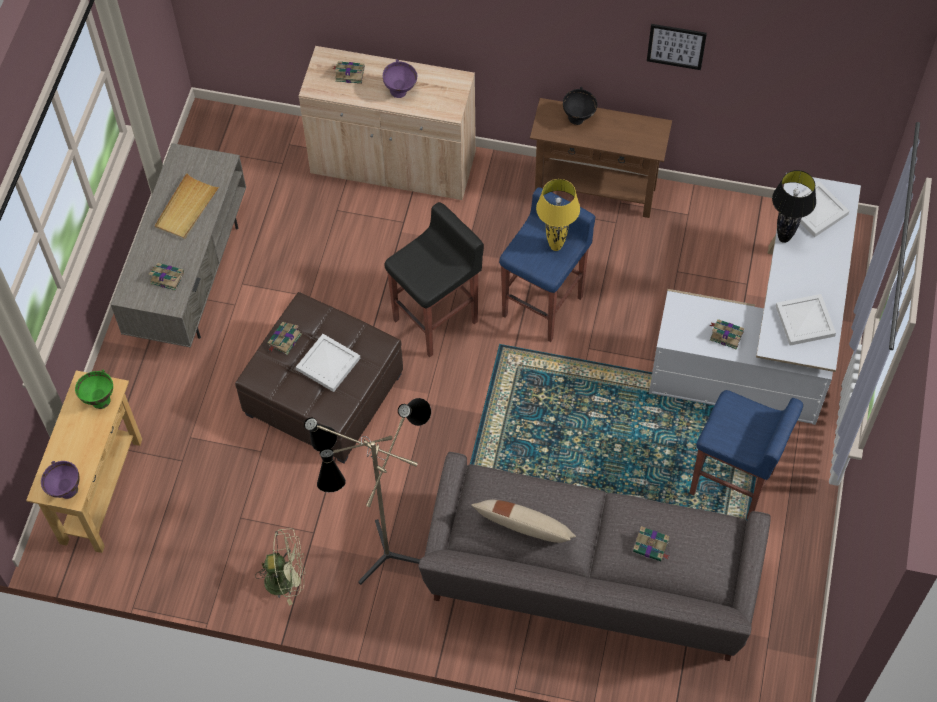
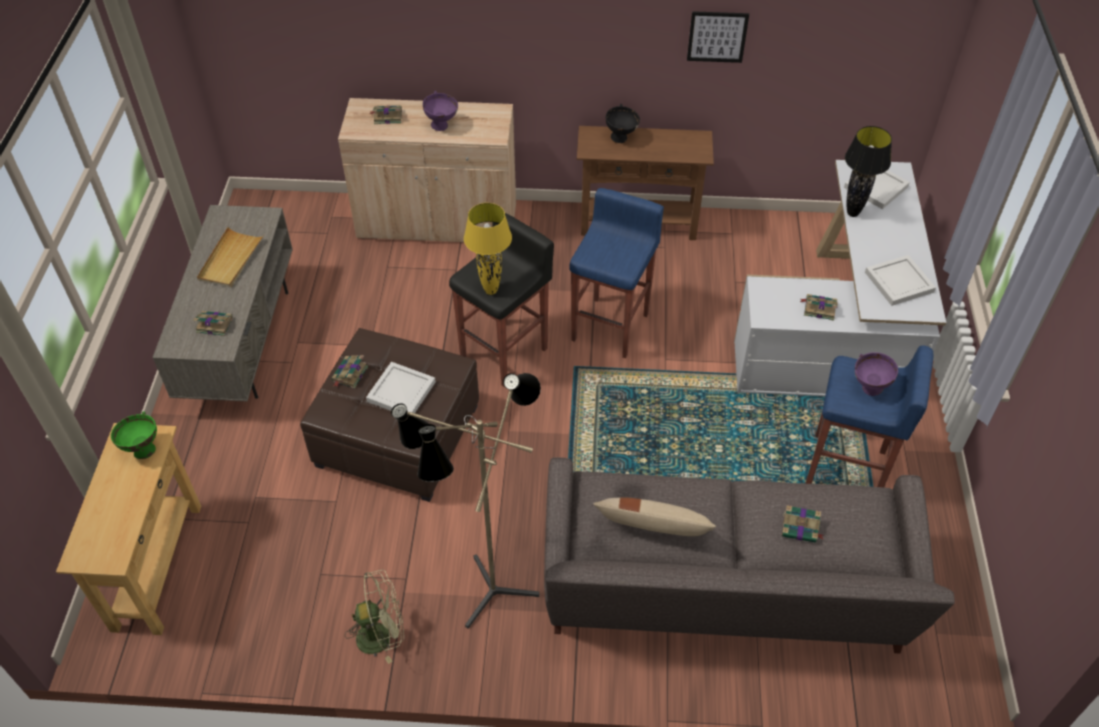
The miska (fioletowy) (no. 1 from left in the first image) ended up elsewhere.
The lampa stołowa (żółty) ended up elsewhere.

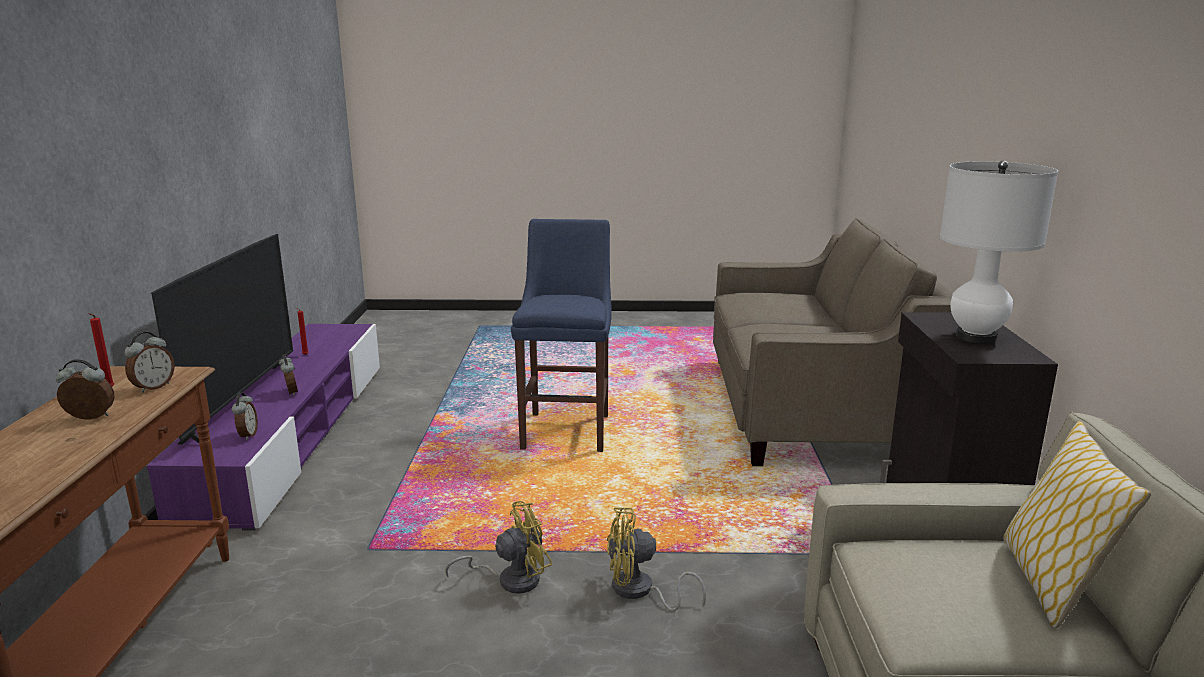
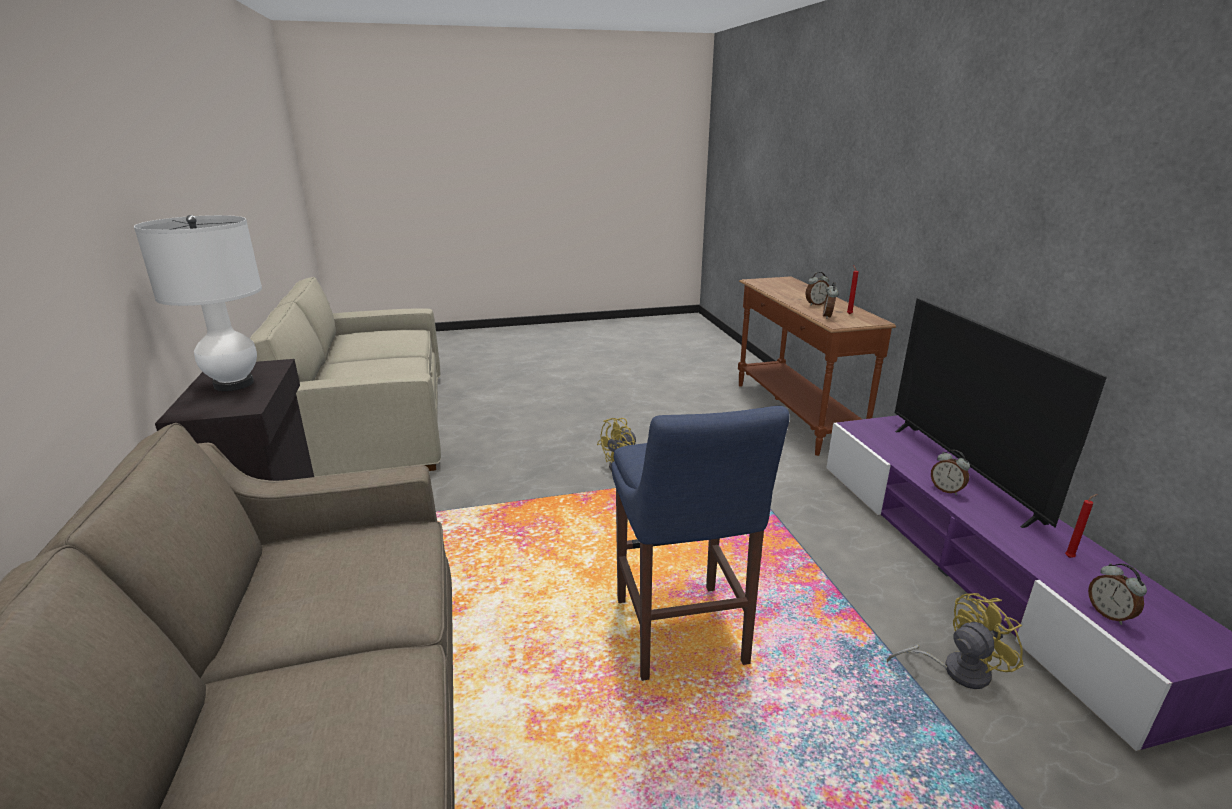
The second view lost the poduszka.
The budzik (no. 3 from left in the first image) ended up elsewhere.
The wentylator (żółty) (no. 2 from left) ended up elsewhere.

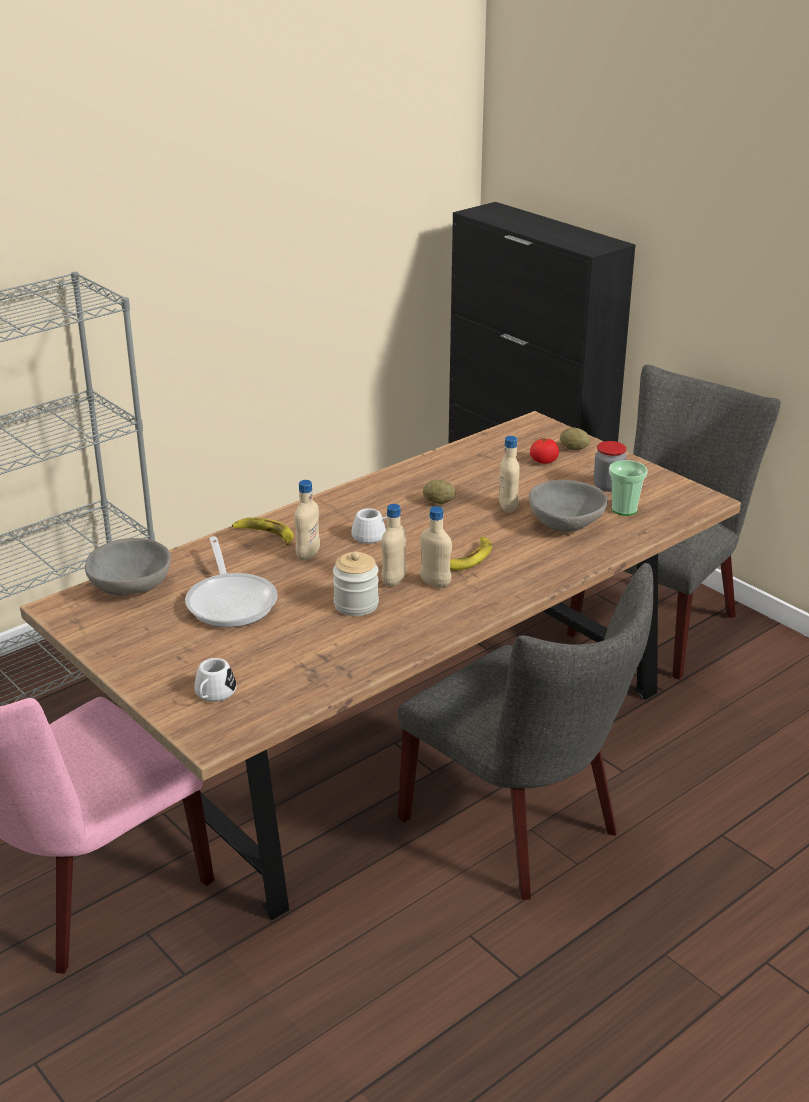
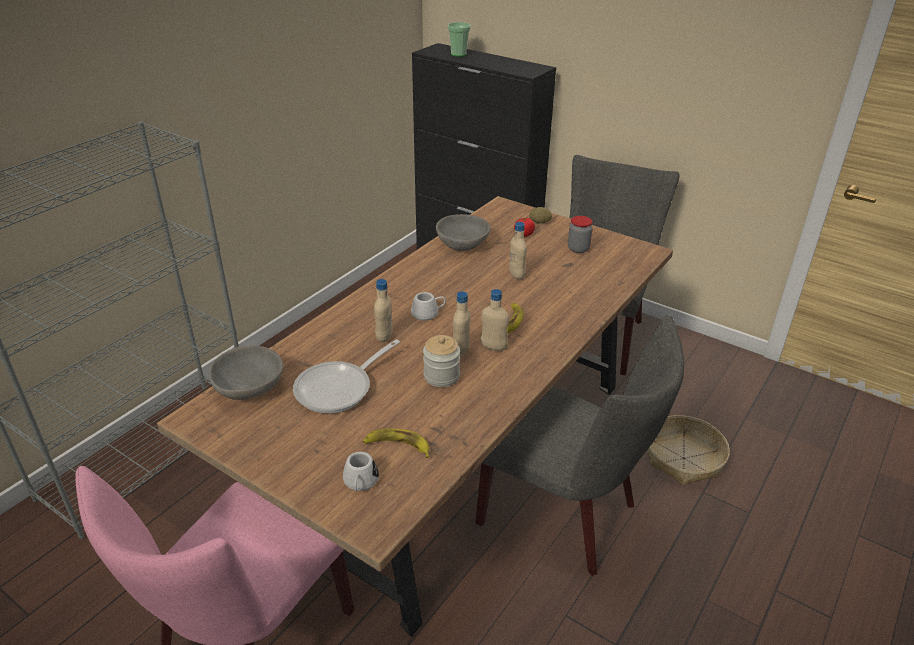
The second view lost the ziemniak (no. 1 from left).
The second view gained the koszyk.
The banan (no. 1 from left) ended up elsewhere.
The miska (szary) (no. 2 from left) ended up elsewhere.
The filiżanka ended up elsewhere.
The patelnia ended up facing another way, 75 degrees clockwise from before.

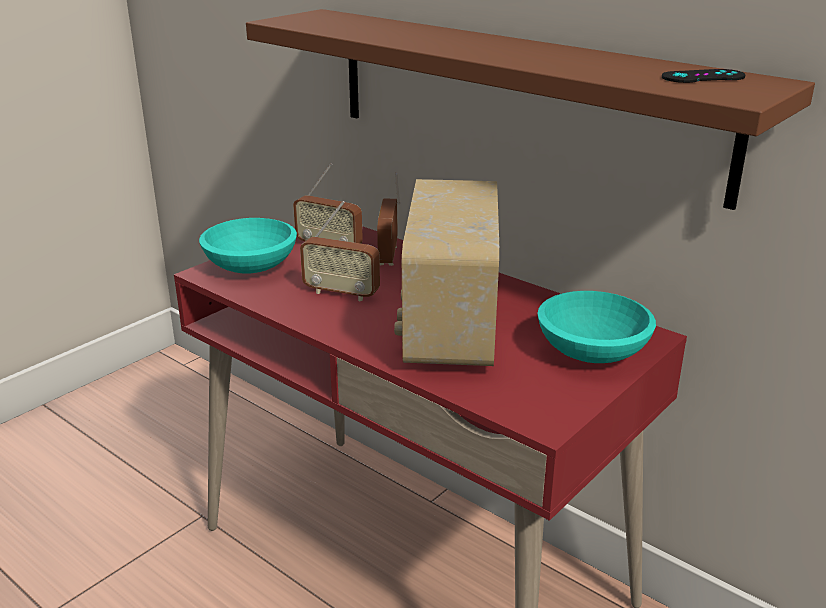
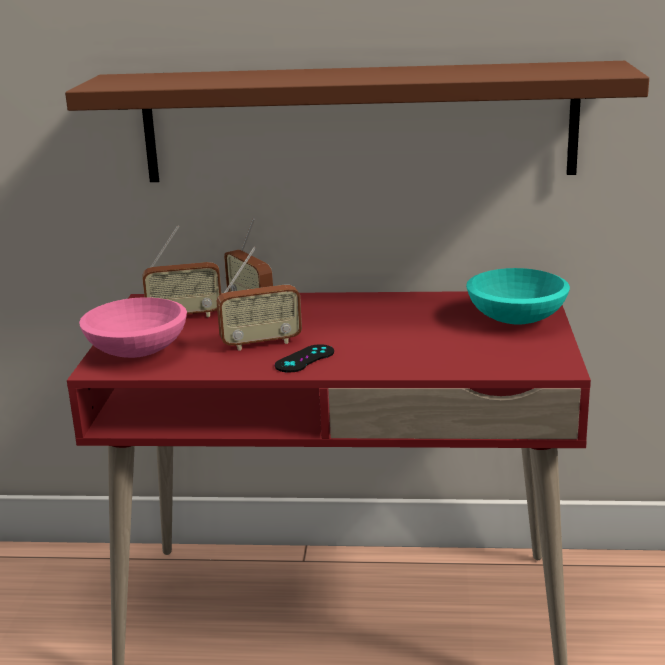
The second view lost the radio (no. 4 from left).
The pad do gier (czarny) ended up elsewhere.
What was the miska (turkusowy) (no. 1 from left) turned into the miska (różowy).

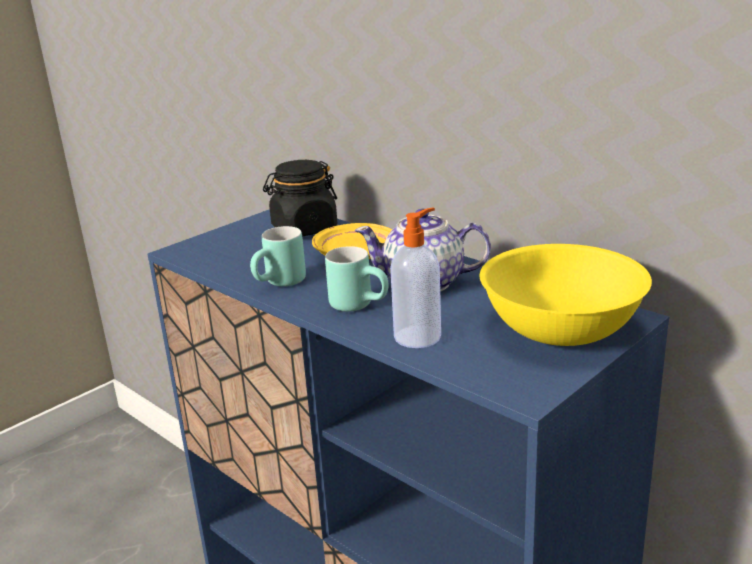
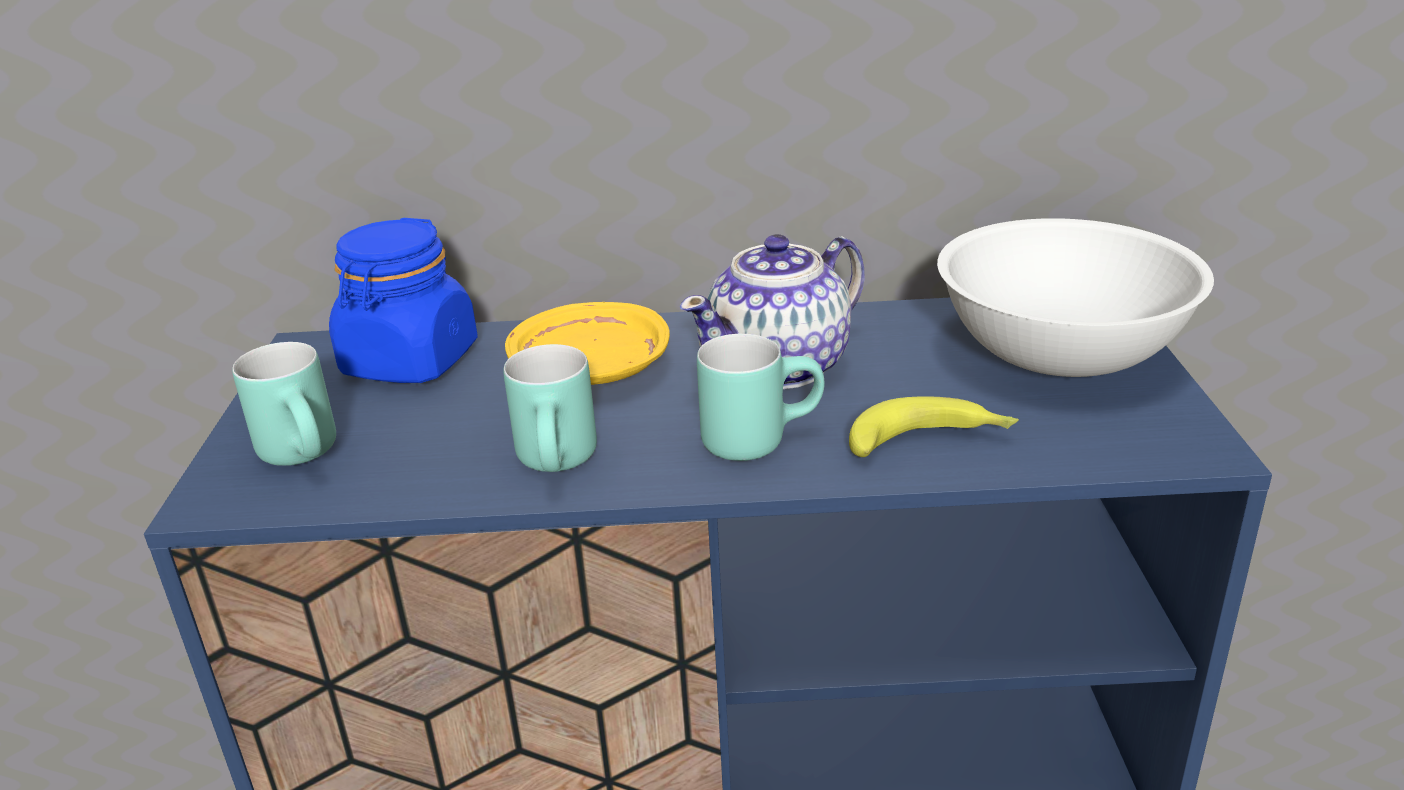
The second view gained the kubek (turkusowy) (no. 1 from left).
Where the dozownik mydła stood, the banan came to stand.
What was the słoik (czarny) turned into the słoik (niebieski).
What was the miska (żółty) turned into the miska (biały).

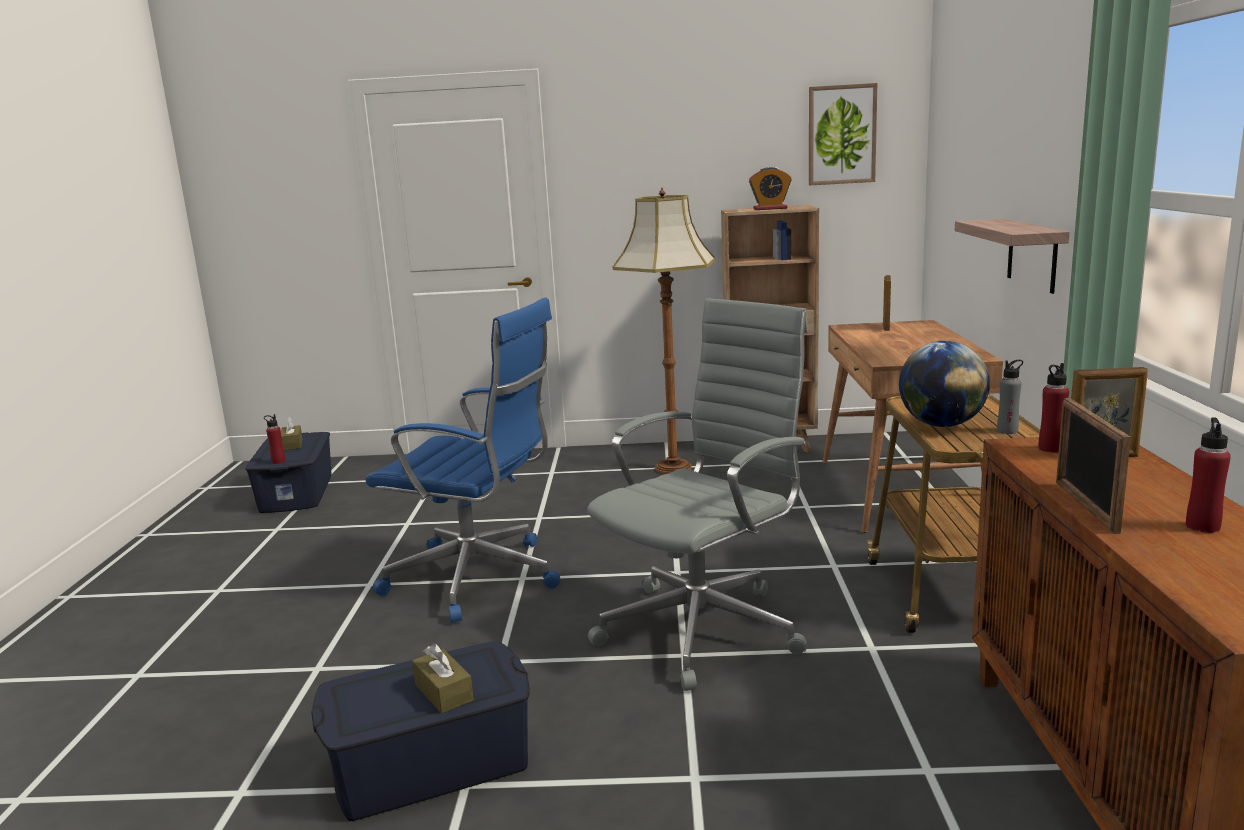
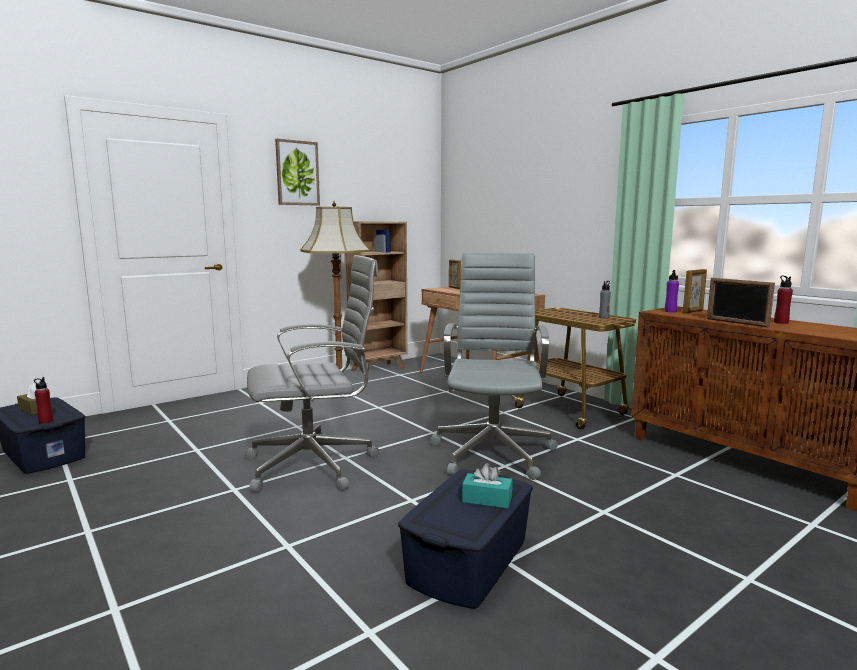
The second view lost the budzik.
The second view lost the globus.
The second view lost the półka.
The obraz ended up elsewhere.
What was the krzesło biurowe (niebieski) turned into the krzesło biurowe (szary) (no. 1 from left).
What was the pudełko chusteczek (brązowy) (no. 2 from left) turned into the pudełko chusteczek (turkusowy).
What was the butelka (czerwony) (no. 2 from left) turned into the butelka (fioletowy).

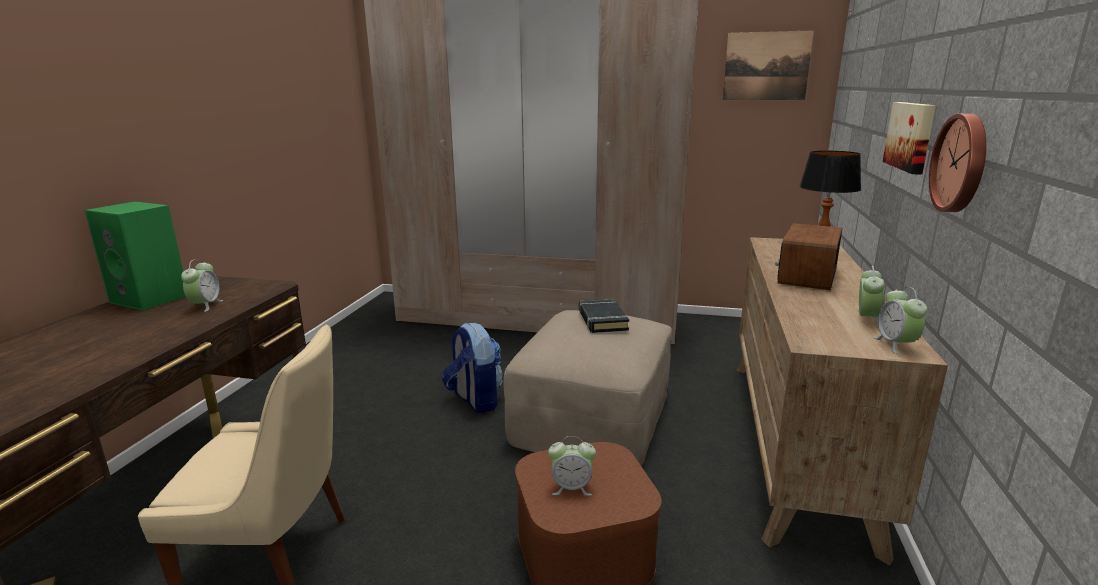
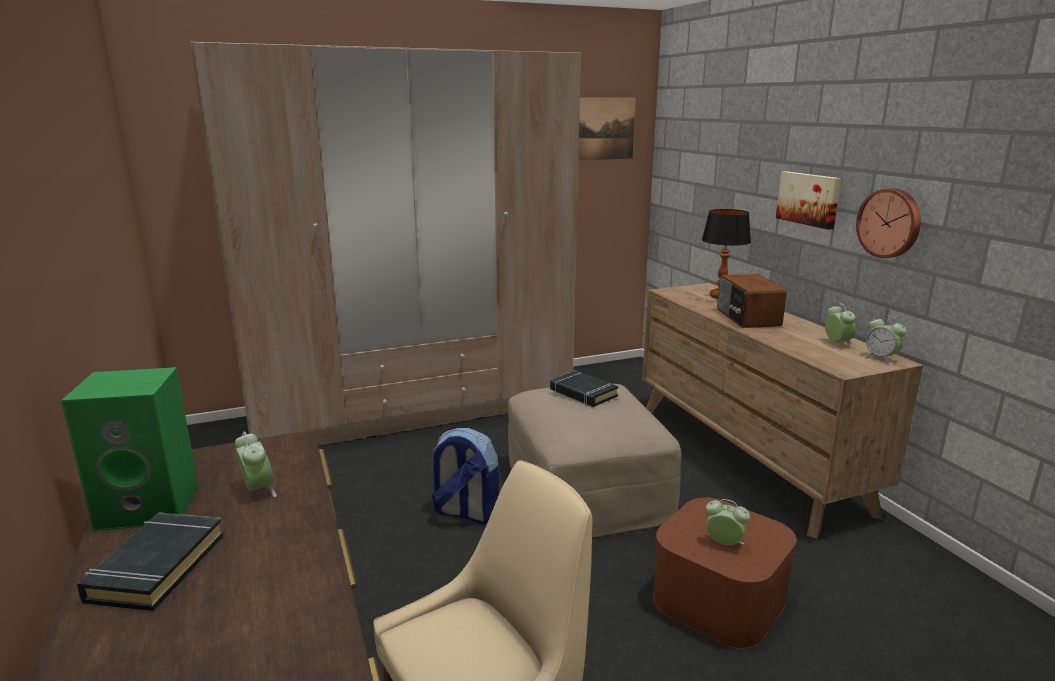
The second view gained the książka (czarny) (no. 1 from left).
The budzik (no. 2 from left) ended up facing another way, 120 degrees counterclockwise from before.

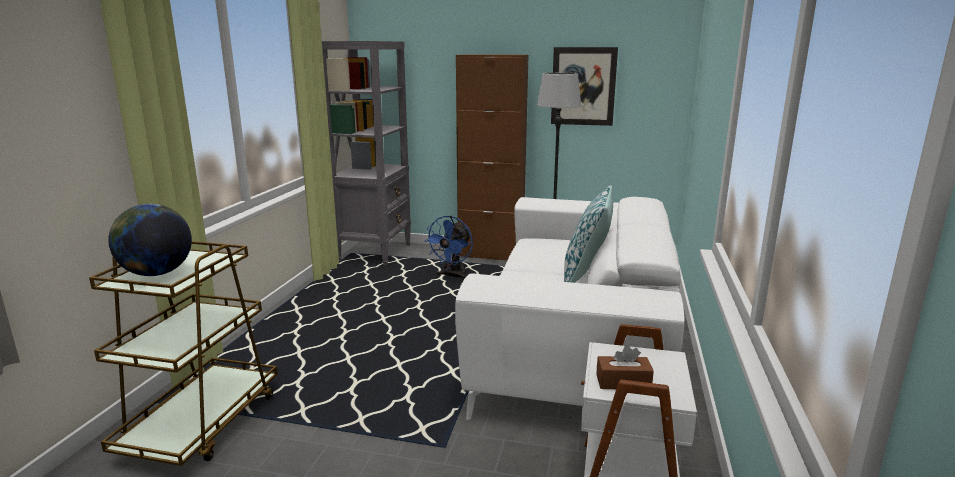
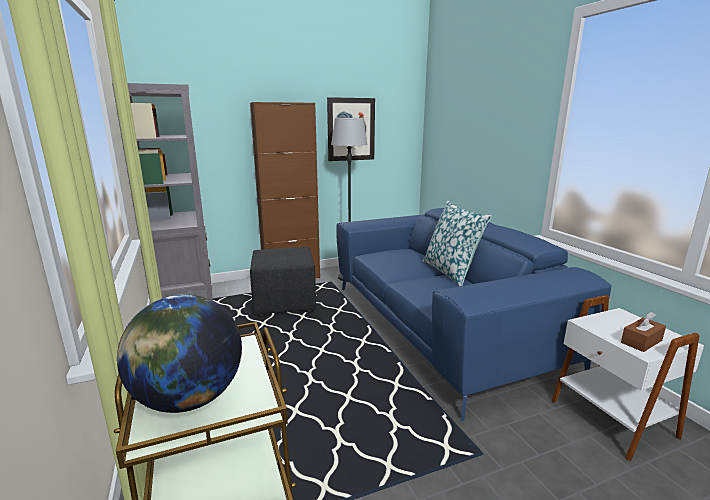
Where the wentylator (niebieski) stood, the pufa (czarny) came to stand.
What was the kanapa (biały) turned into the kanapa (niebieski).

